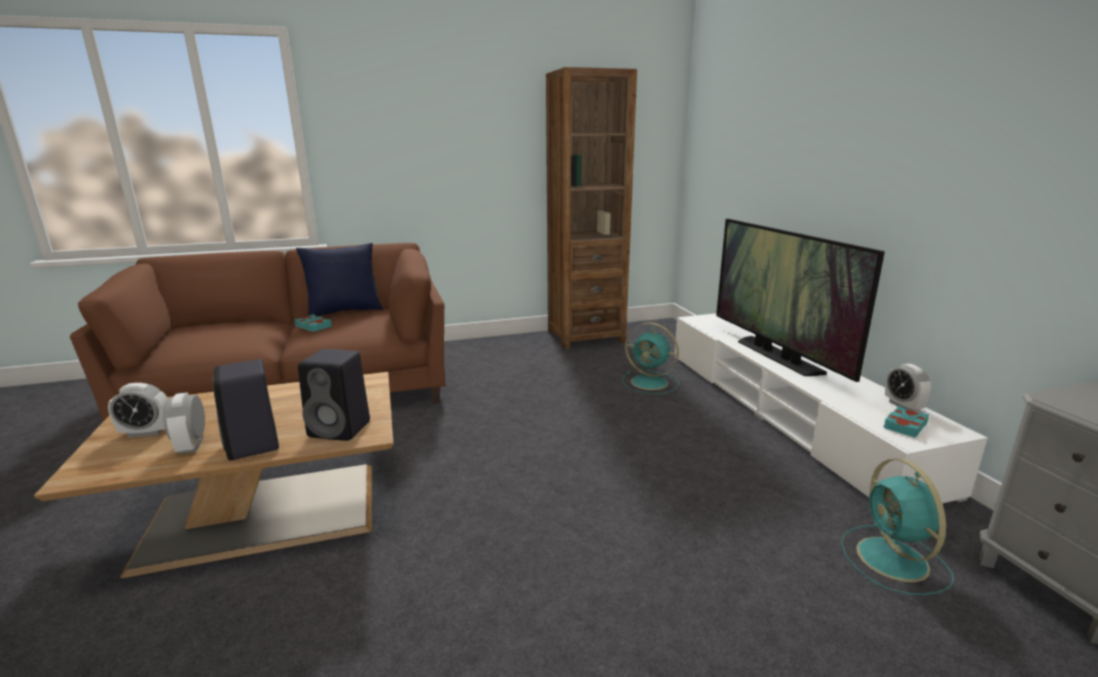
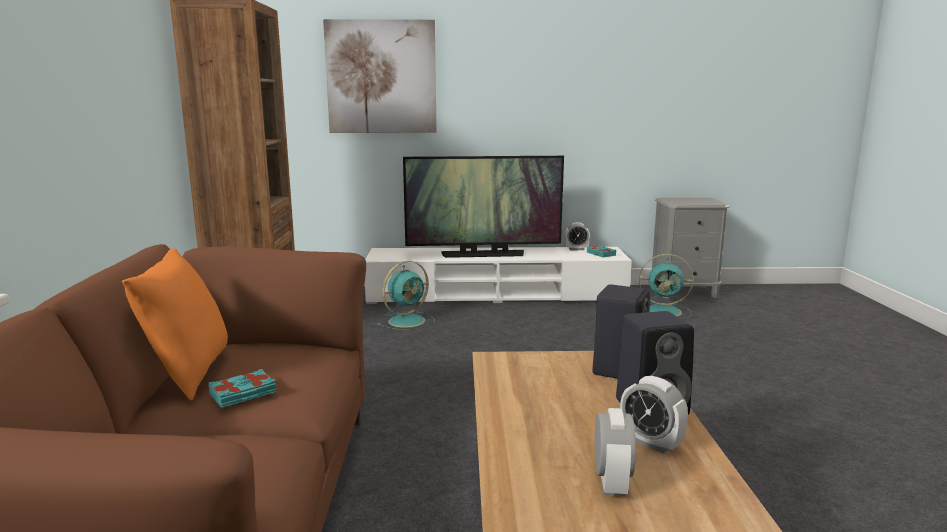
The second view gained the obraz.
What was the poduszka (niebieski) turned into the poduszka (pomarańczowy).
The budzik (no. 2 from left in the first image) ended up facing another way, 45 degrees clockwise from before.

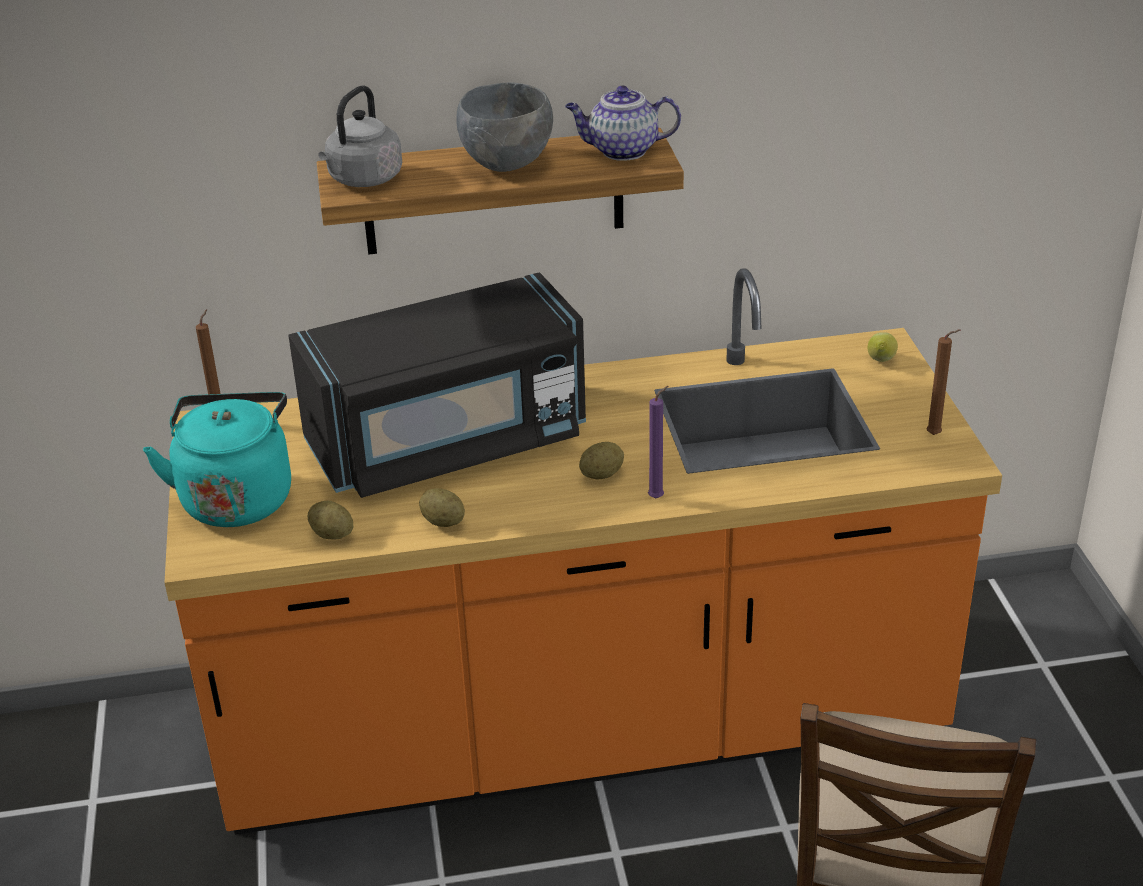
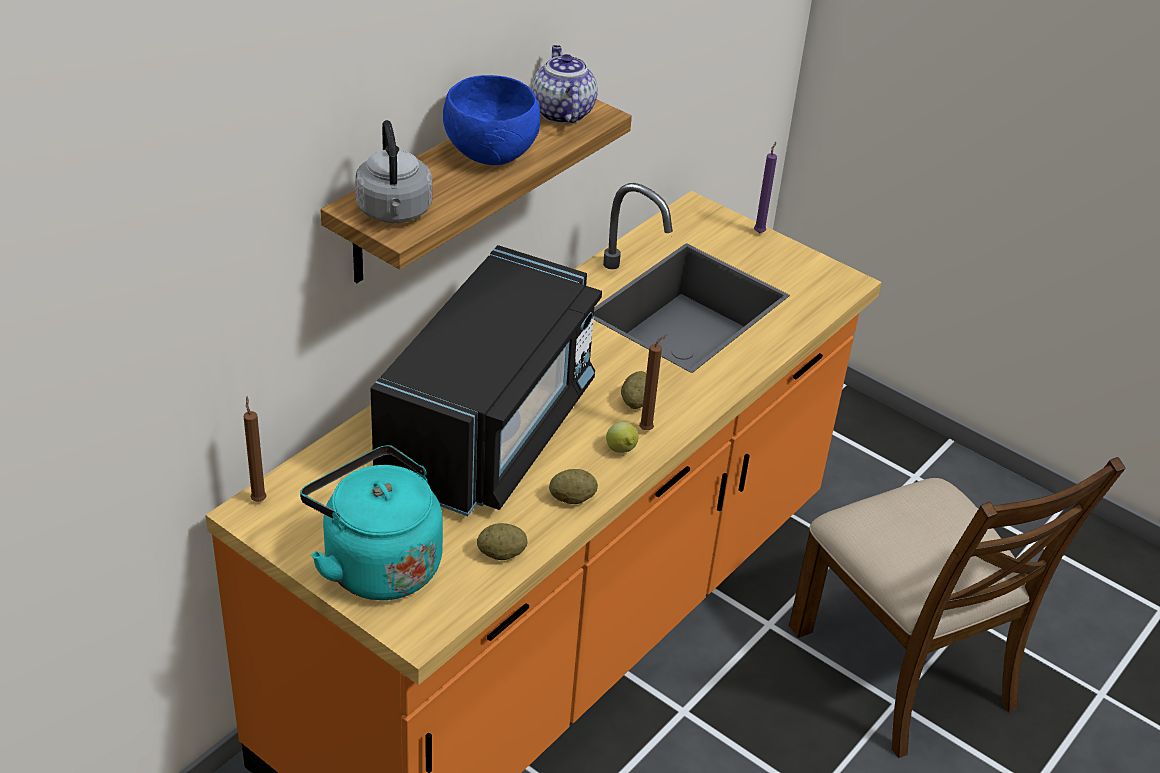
The świeca (fioletowy) ended up elsewhere.
The cytryna ended up elsewhere.
The świeca (brązowy) (no. 2 from left) ended up elsewhere.
What was the miska (szary) turned into the miska (niebieski).
The imbryk ended up facing another way, 120 degrees clockwise from before.

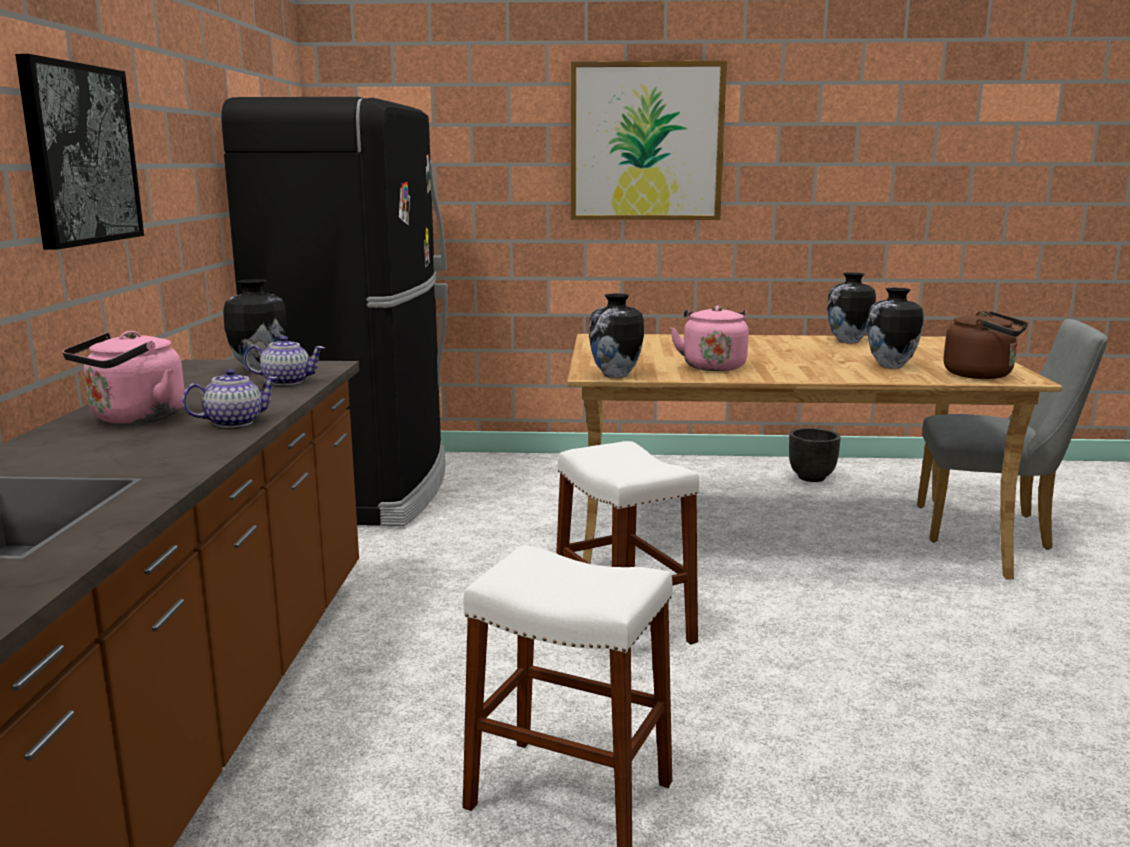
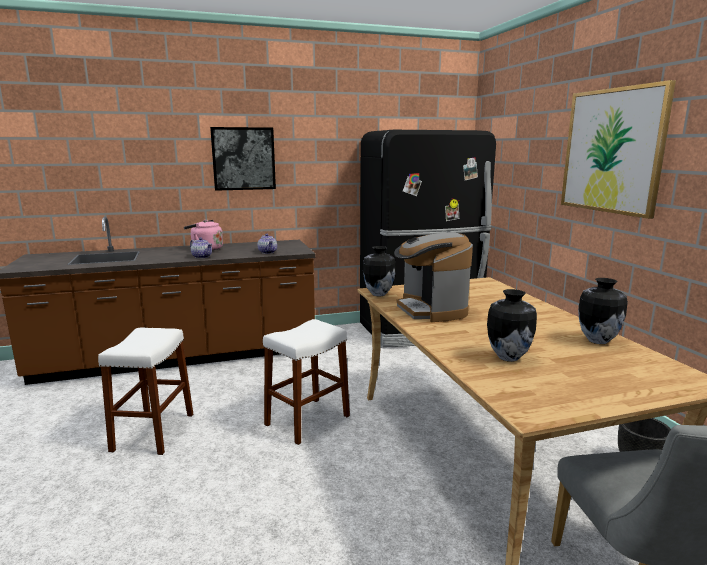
The second view lost the wazon (no. 1 from left).
The second view lost the czajnik (brązowy).
Where the czajnik (różowy) (no. 2 from left) stood, the ekspres do kawy came to stand.

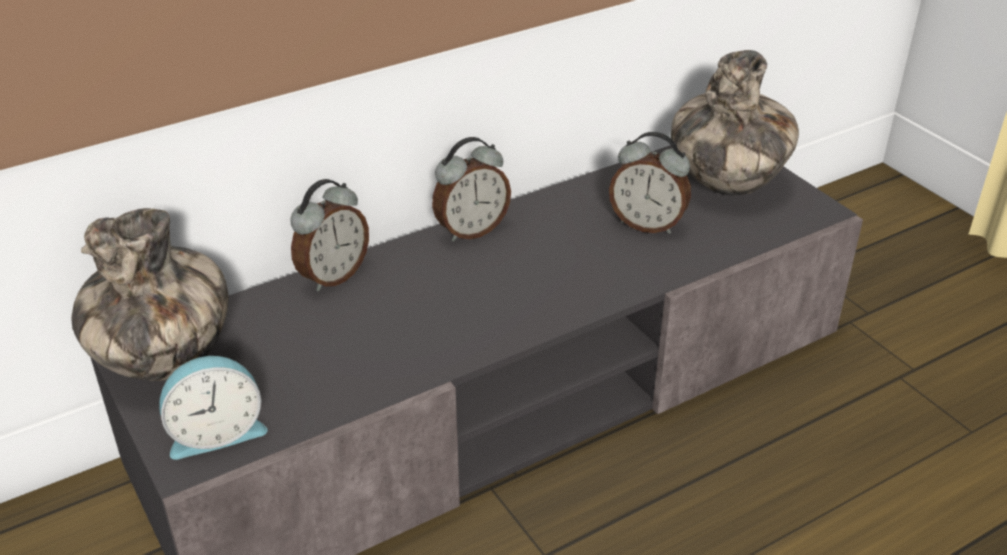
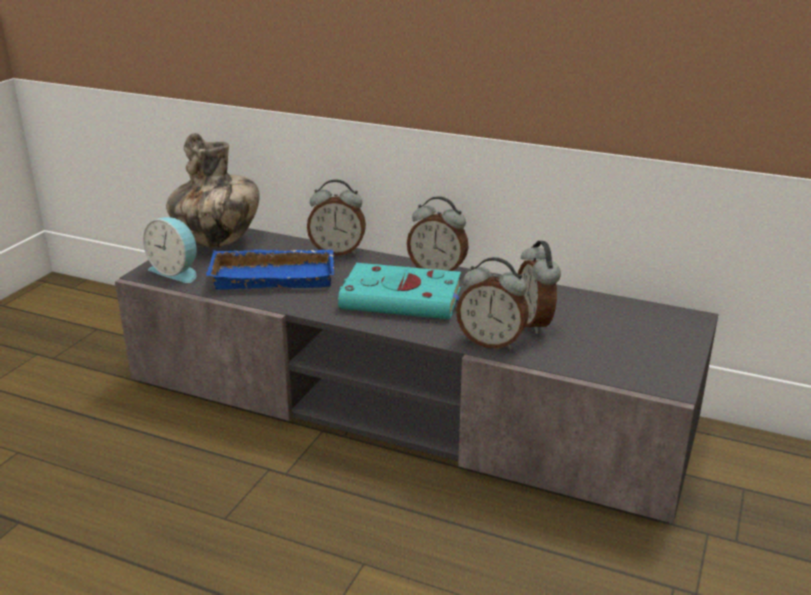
The second view lost the wazon (no. 2 from left).
The second view gained the taca (niebieski).
The second view gained the książka (turkusowy).
The second view gained the budzik (no. 4 from left).

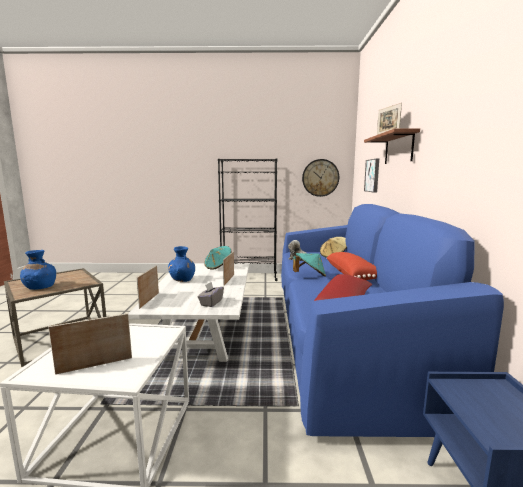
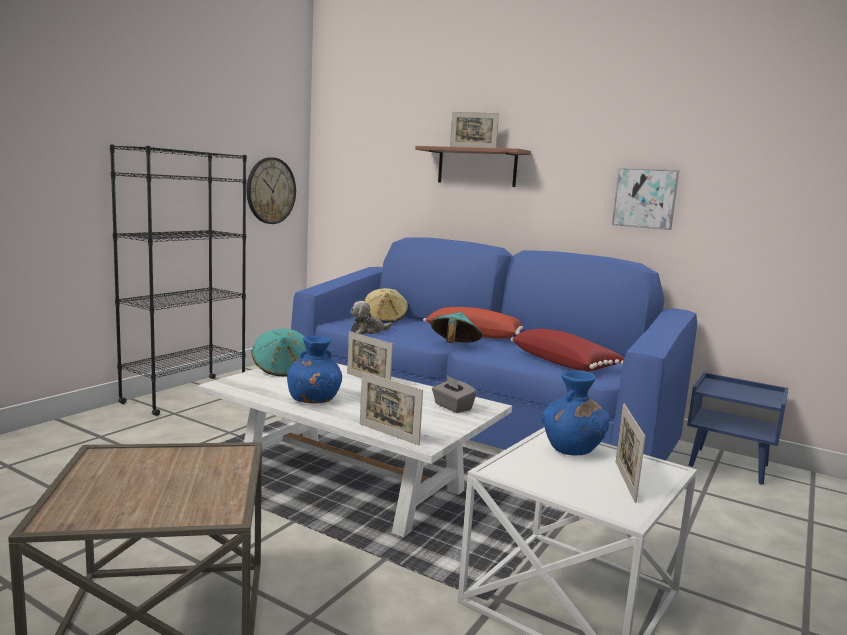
The wazon (niebieski) (no. 1 from left in the first image) ended up elsewhere.
The obraz ended up elsewhere.

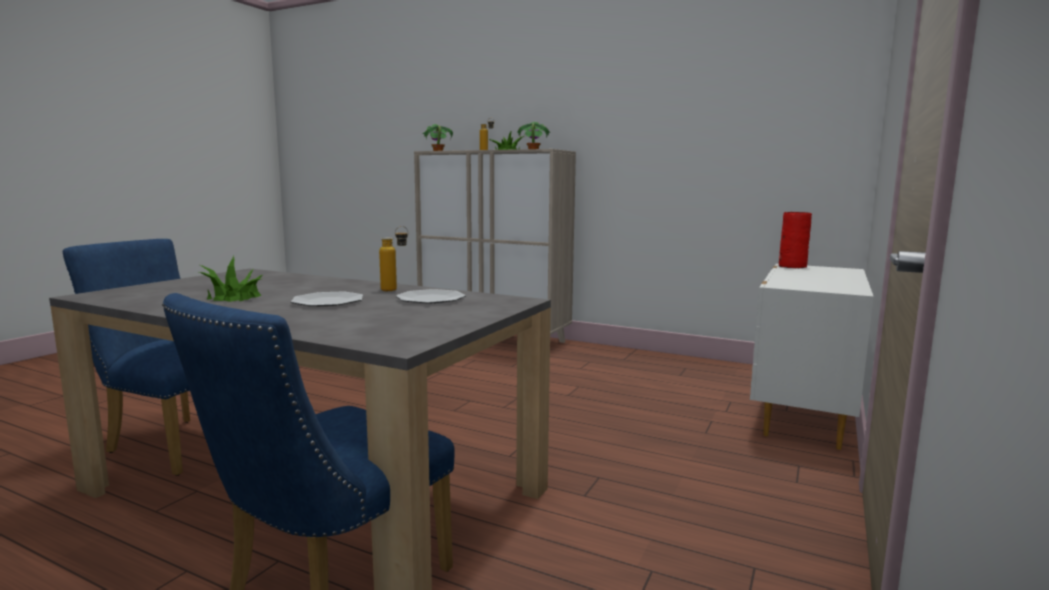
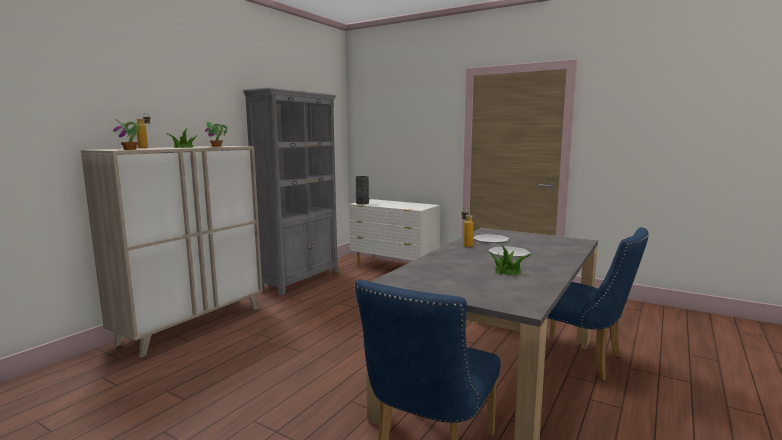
The second view gained the regał (szary).
What was the wazon (czerwony) turned into the wazon (szary).

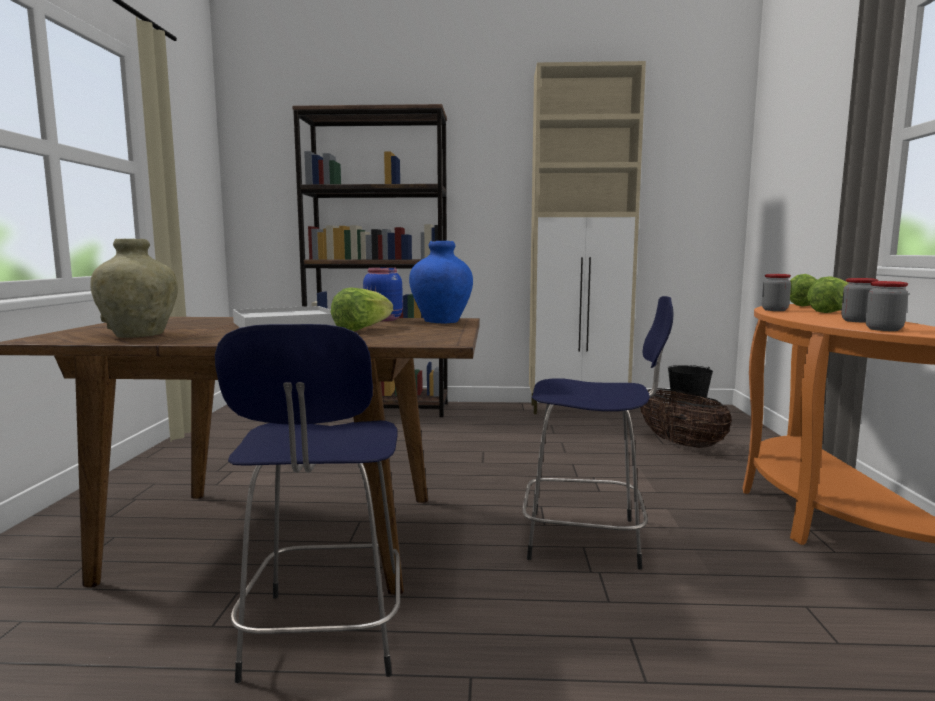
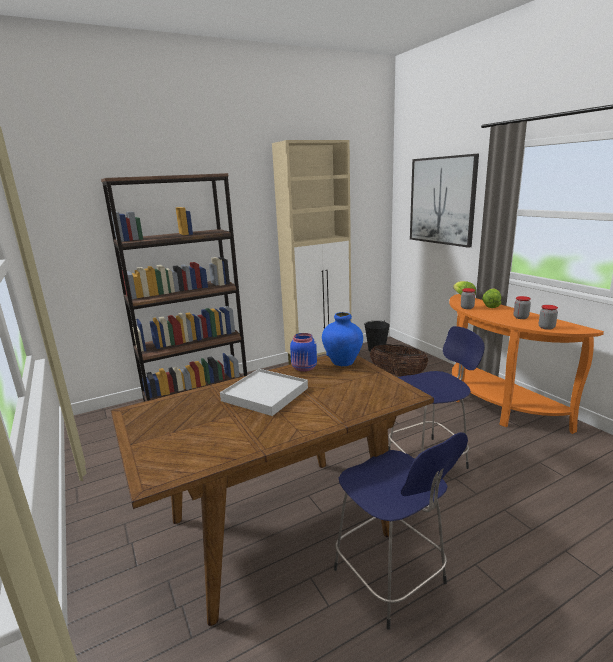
The second view lost the wazon (beżowy).
The second view lost the sałata (no. 1 from left).
The second view gained the obraz.

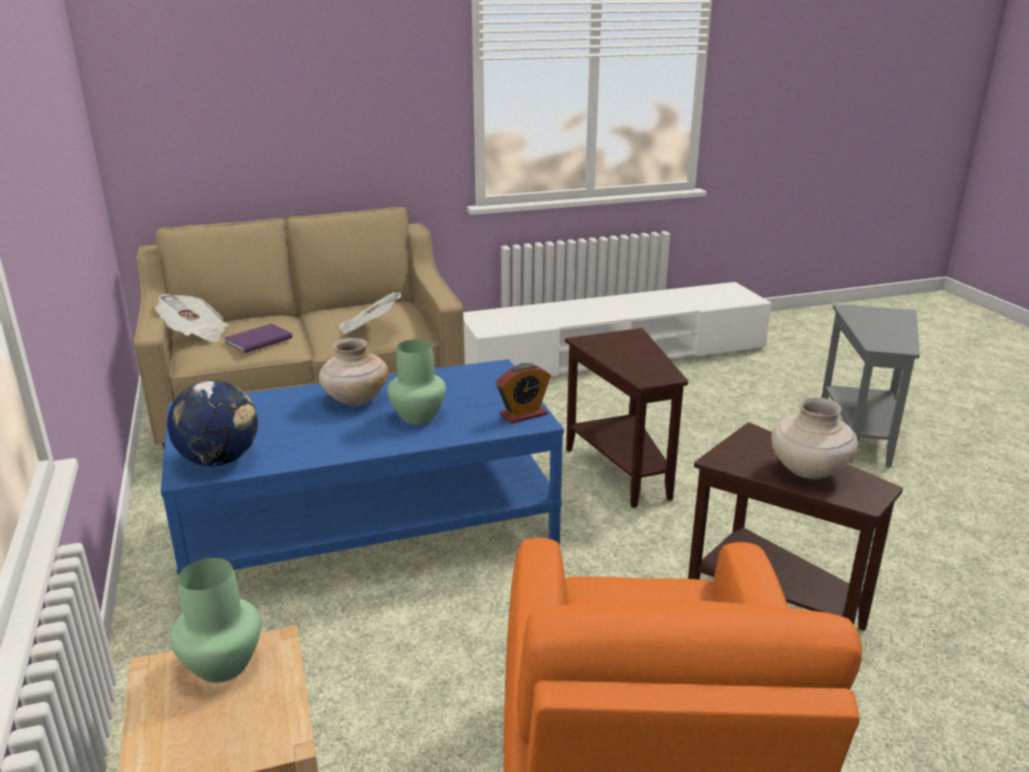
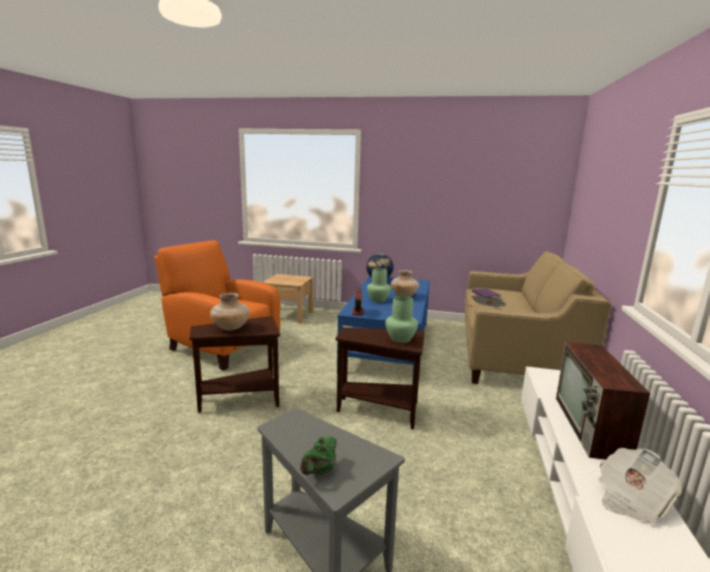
The second view gained the imbryk (zielony).
The second view gained the telewizor.
The gazeta (no. 1 from left in the first image) ended up elsewhere.
The wazon (zielony) (no. 1 from left in the first image) ended up elsewhere.

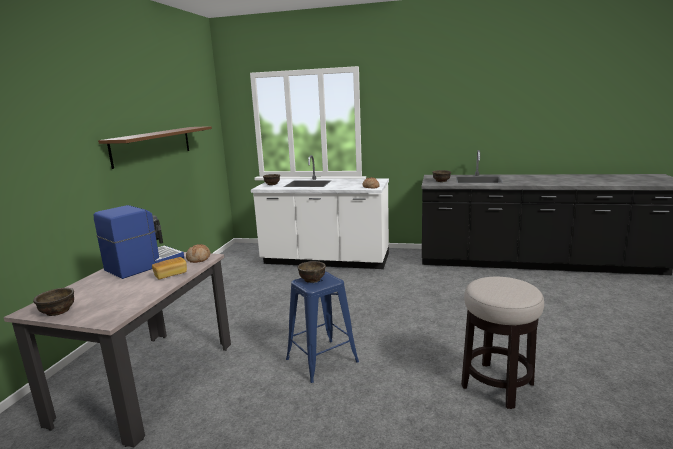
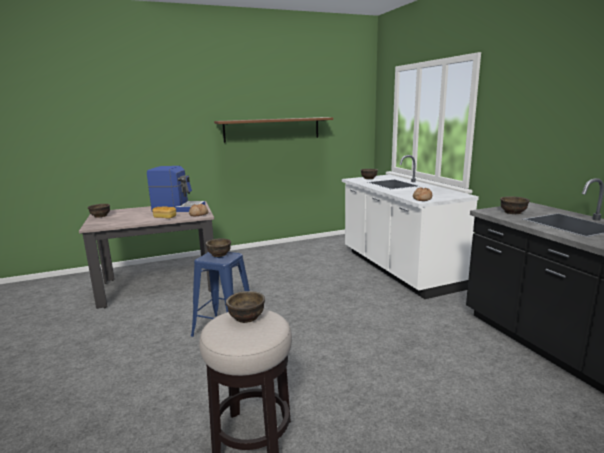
The second view gained the miska (brązowy) (no. 3 from left).

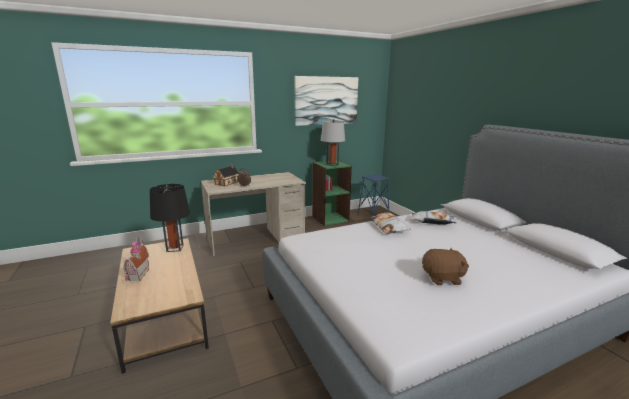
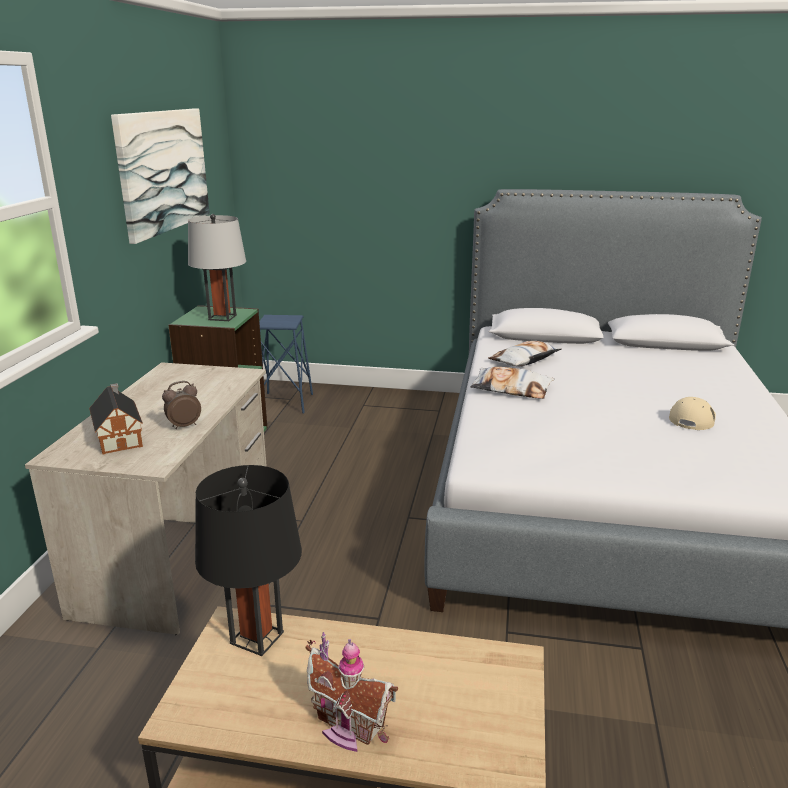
Where the pluszak (brązowy) stood, the czapka z daszkiem (beżowy) came to stand.

